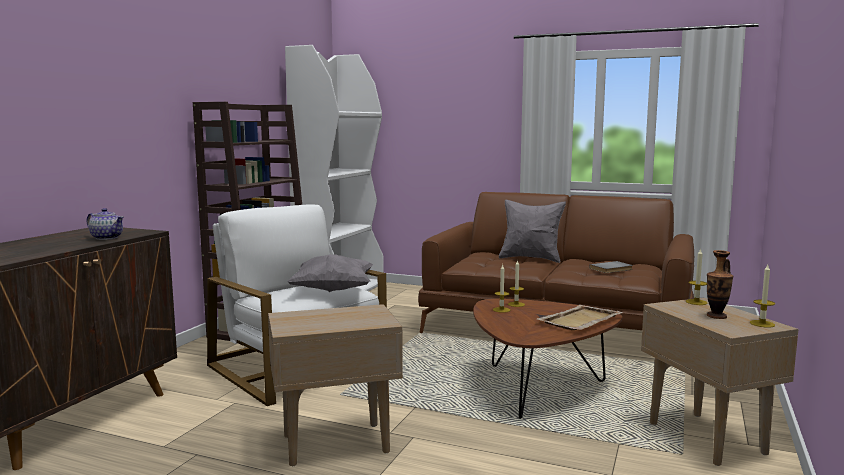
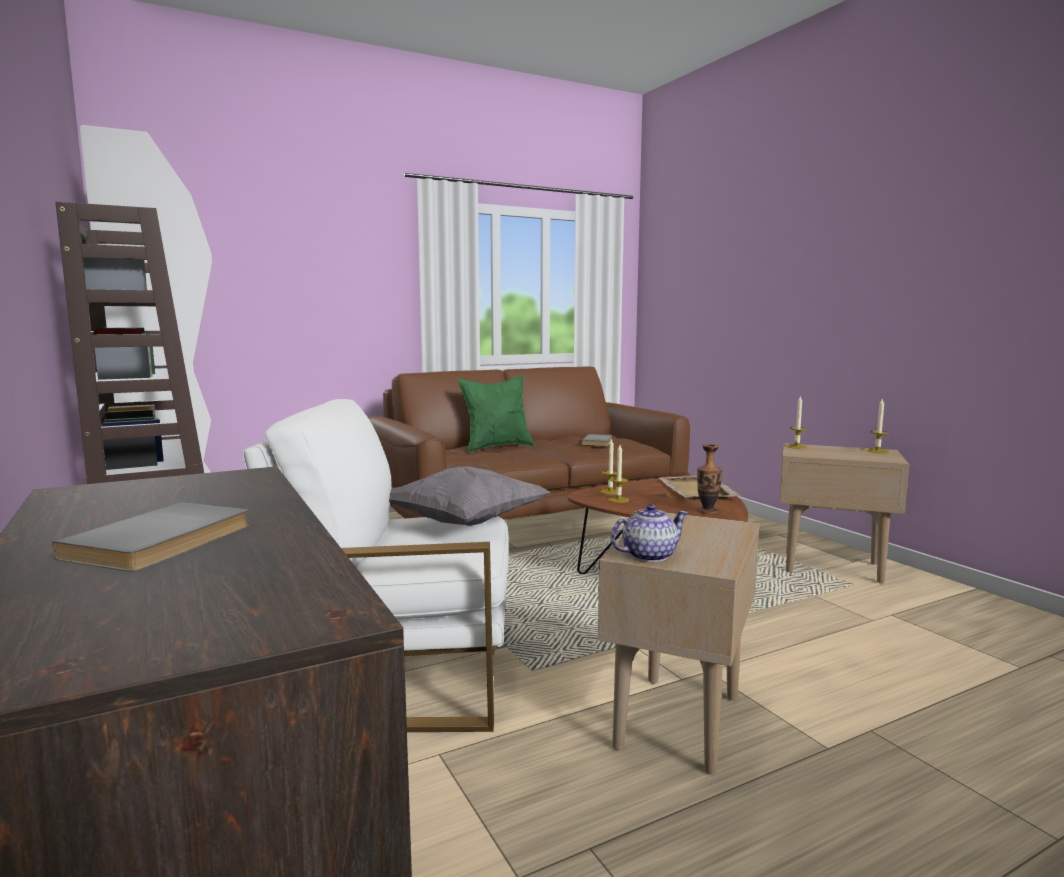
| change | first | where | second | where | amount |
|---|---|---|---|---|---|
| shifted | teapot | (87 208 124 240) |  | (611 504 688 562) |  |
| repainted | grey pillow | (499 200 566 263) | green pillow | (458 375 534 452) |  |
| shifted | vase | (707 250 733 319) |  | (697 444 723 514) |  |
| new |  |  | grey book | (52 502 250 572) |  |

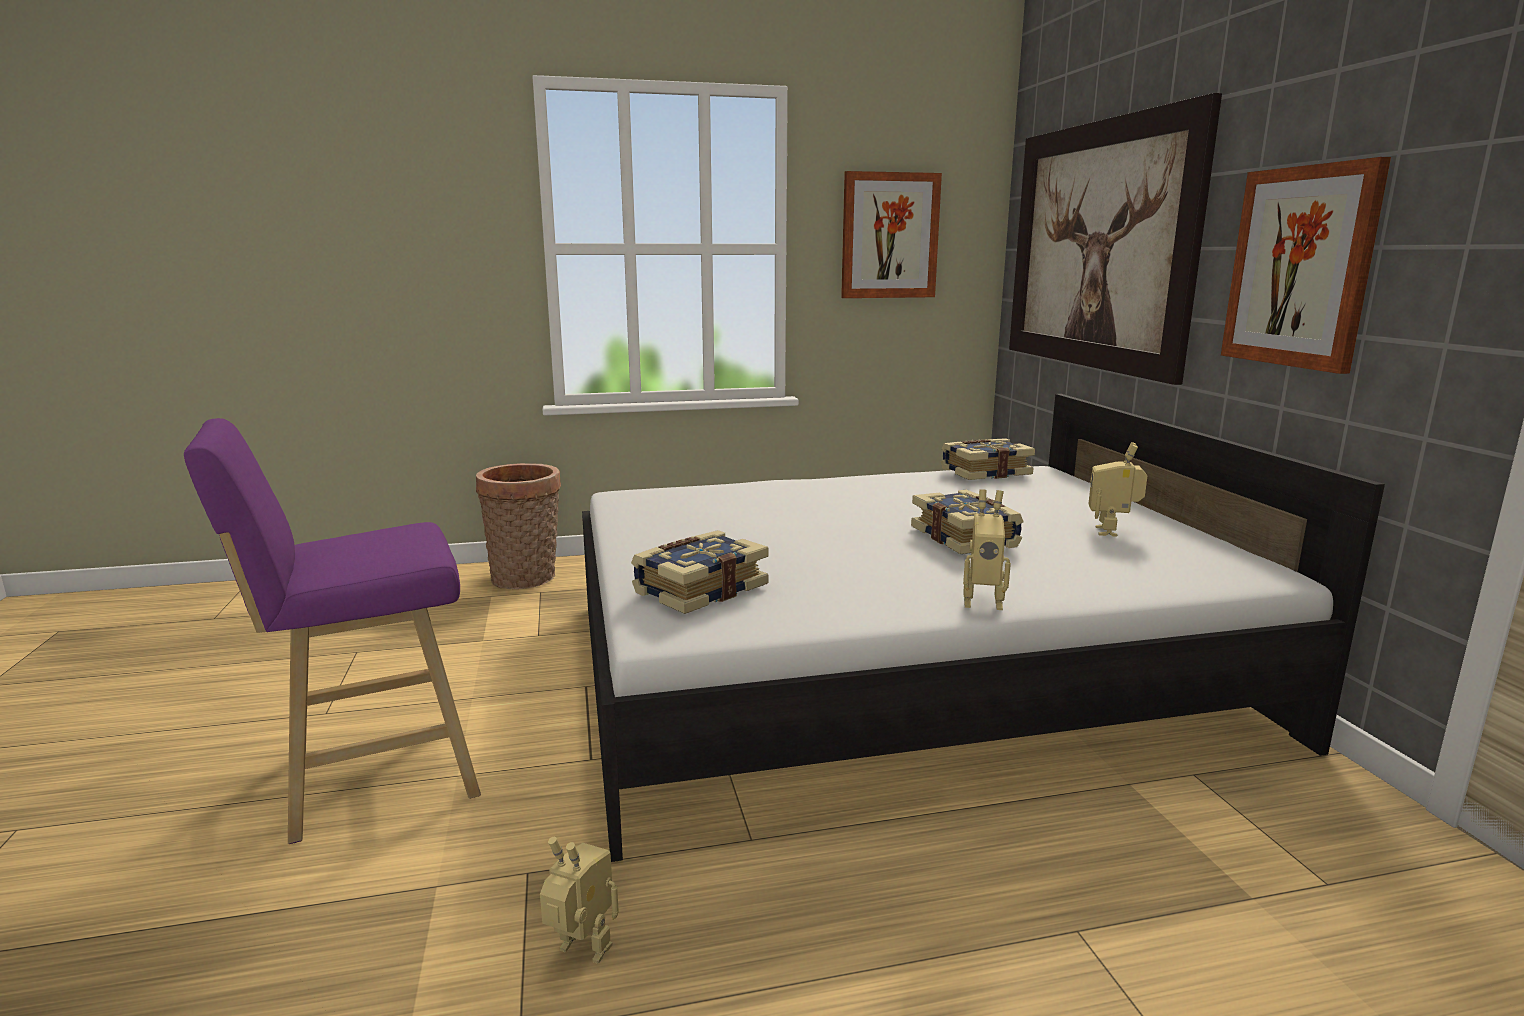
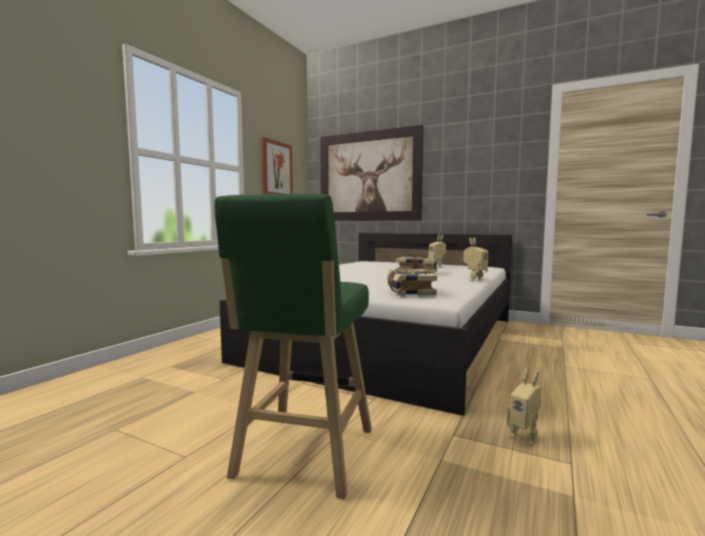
| change | first | where | second | where | amount |
|---|---|---|---|---|---|
| repainted | purple stool | (184 418 481 844) | green stool | (215 193 372 499) |  |
| gone | basket | (476 463 561 589) |  |  |  |
| rotated | toy robot | (540 837 619 964) |  | (506 368 542 446) | 105 degrees counterclockwise |
| gone | book | (941 438 1035 480) |  |  |  |
| gone | picture | (1221 157 1391 374) |  |  |  |

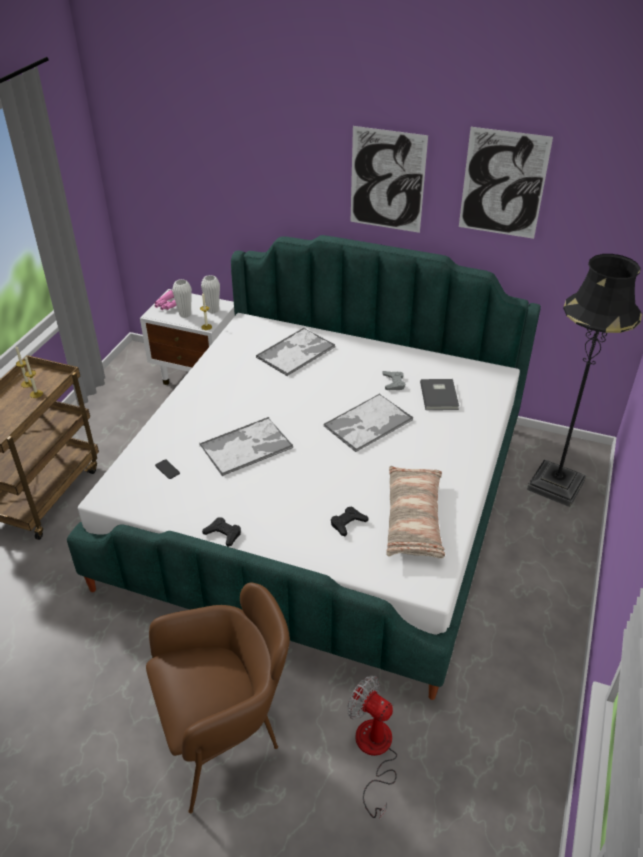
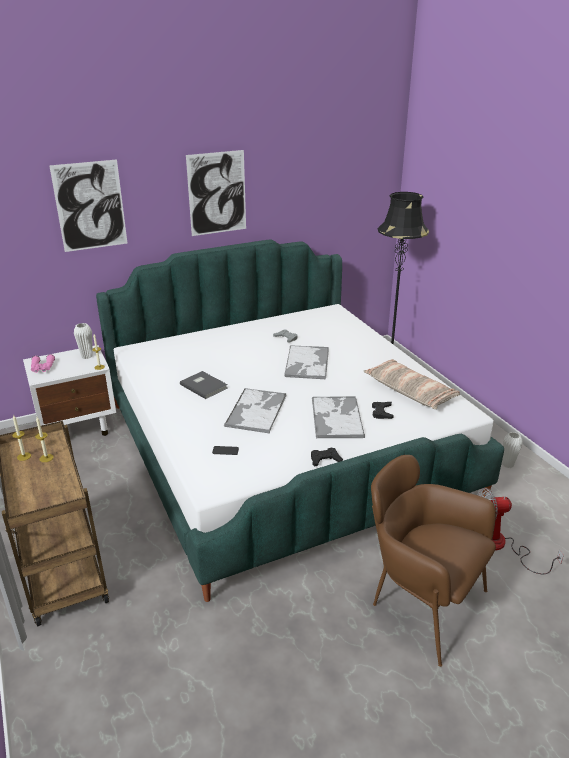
| change | first | where | second | where | amount |
|---|---|---|---|---|---|
| rotated | brown armchair | (146 583 290 813) |  | (371 455 496 667) | 75 degrees counterclockwise |
| shifted | white vase | (172 279 192 318) |  | (502 432 523 468) |  |
| shifted | tray | (256 328 335 377) |  | (312 396 365 438) |  |
| shifted | grey book | (420 379 459 410) |  | (180 371 228 399) |  |
| shifted | picture | (459 127 553 239) |  | (49 159 127 252) |  |

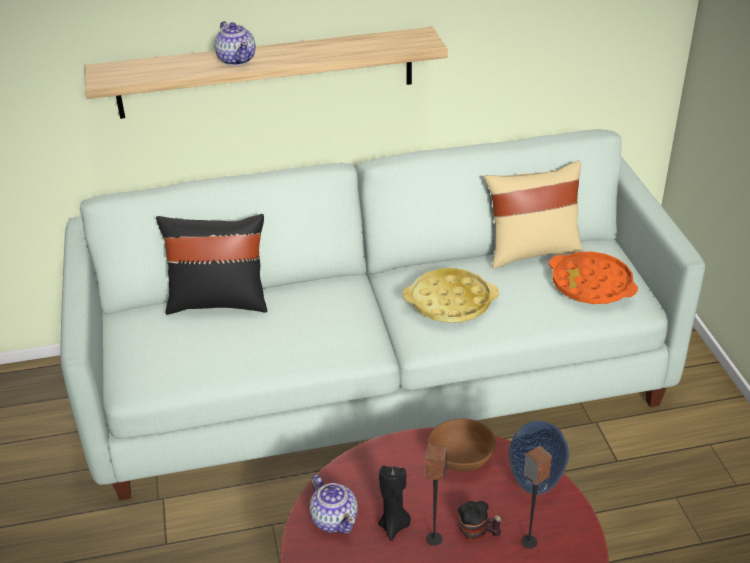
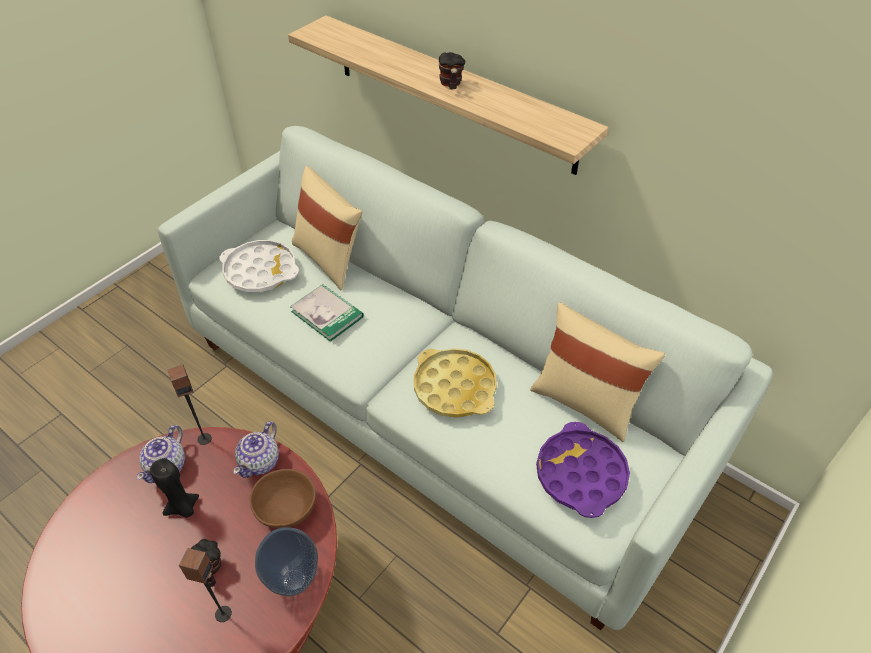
| change | first | where | second | where | amount |
|---|---|---|---|---|---|
| repainted | black pillow | (156 214 267 314) | beige pillow | (292 166 363 291) |  |
| shifted | teapot | (214 21 256 66) |  | (233 421 279 478) |  |
| shifted | speaker | (425 444 447 546) |  | (168 364 212 445) |  |
| repainted | orange tray | (549 251 638 304) | purple tray | (536 422 630 518) |  |
| new |  |  | white tray | (219 240 299 292) |  |
| new |  |  | book | (290 284 364 342) |  |
| new |  |  | mug | (439 52 466 89) |  |

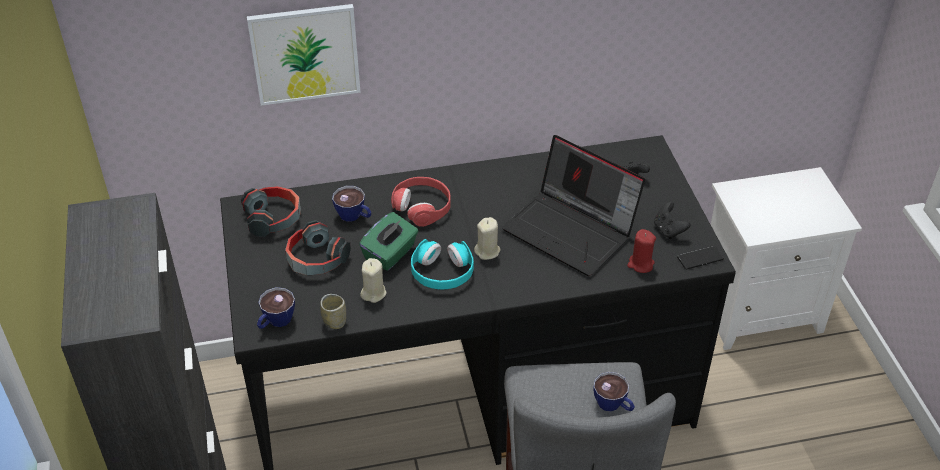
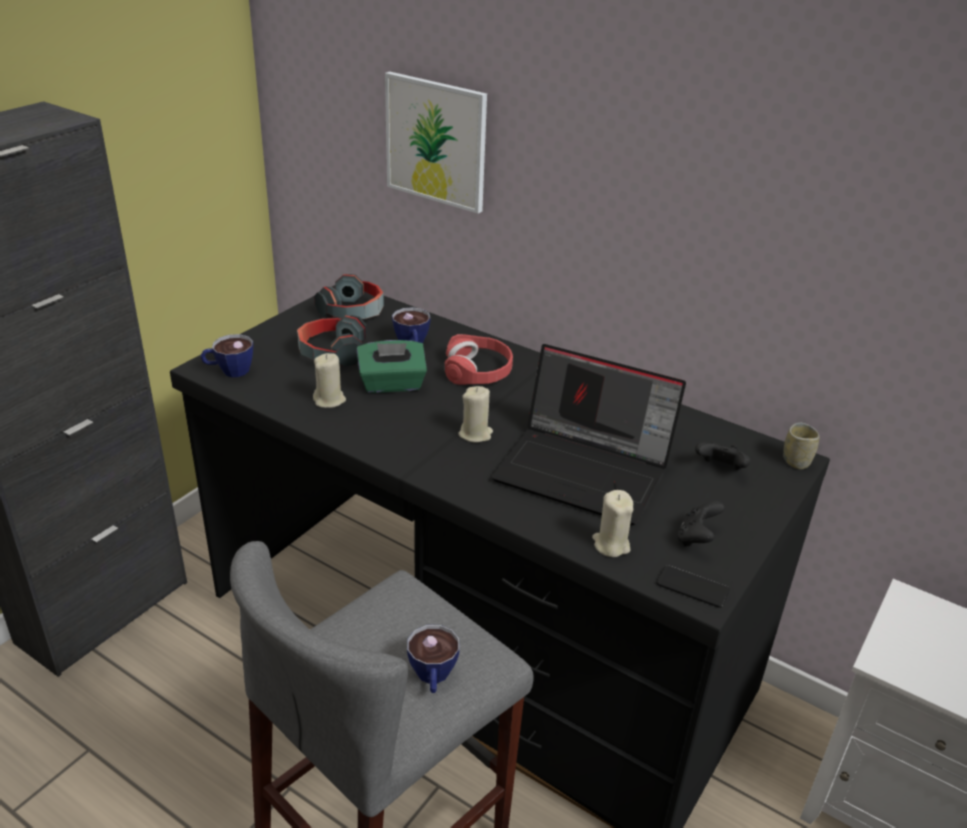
| change | first | where | second | where | amount |
|---|---|---|---|---|---|
| shifted | cup | (320 294 346 329) |  | (783 422 819 469) |  |
| gone | turquoise headphones | (411 239 474 290) |  |  |  |
| rotated | laptop | (502 135 645 276) |  | (492 344 686 525) | 60 degrees counterclockwise |
| repainted | red candle | (627 229 656 273) | beige candle | (592 490 633 557) |  |

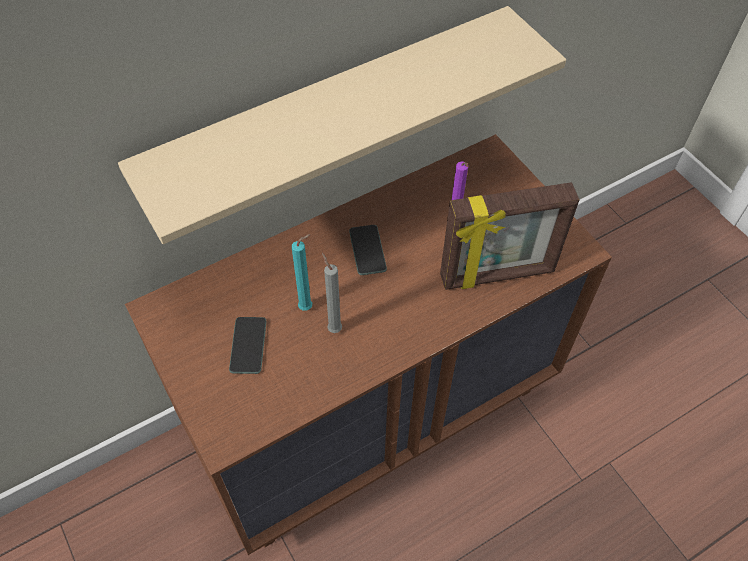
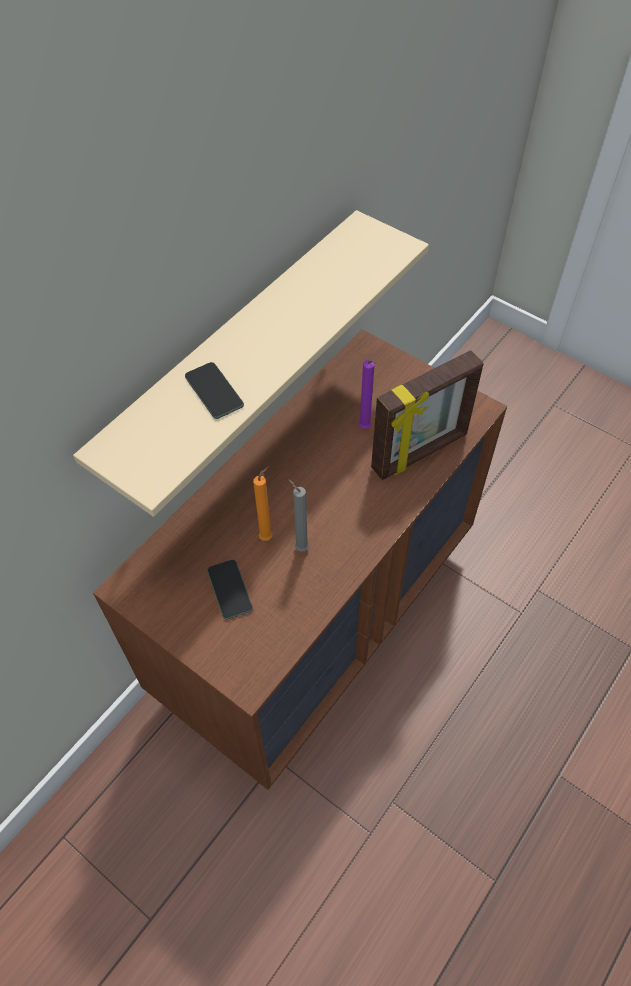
| change | first | where | second | where | amount |
|---|---|---|---|---|---|
| repainted | turquoise candle | (292 234 312 311) | orange candle | (253 466 273 541) |  |
| shifted | phone | (349 225 387 275) |  | (185 362 244 419) |  |

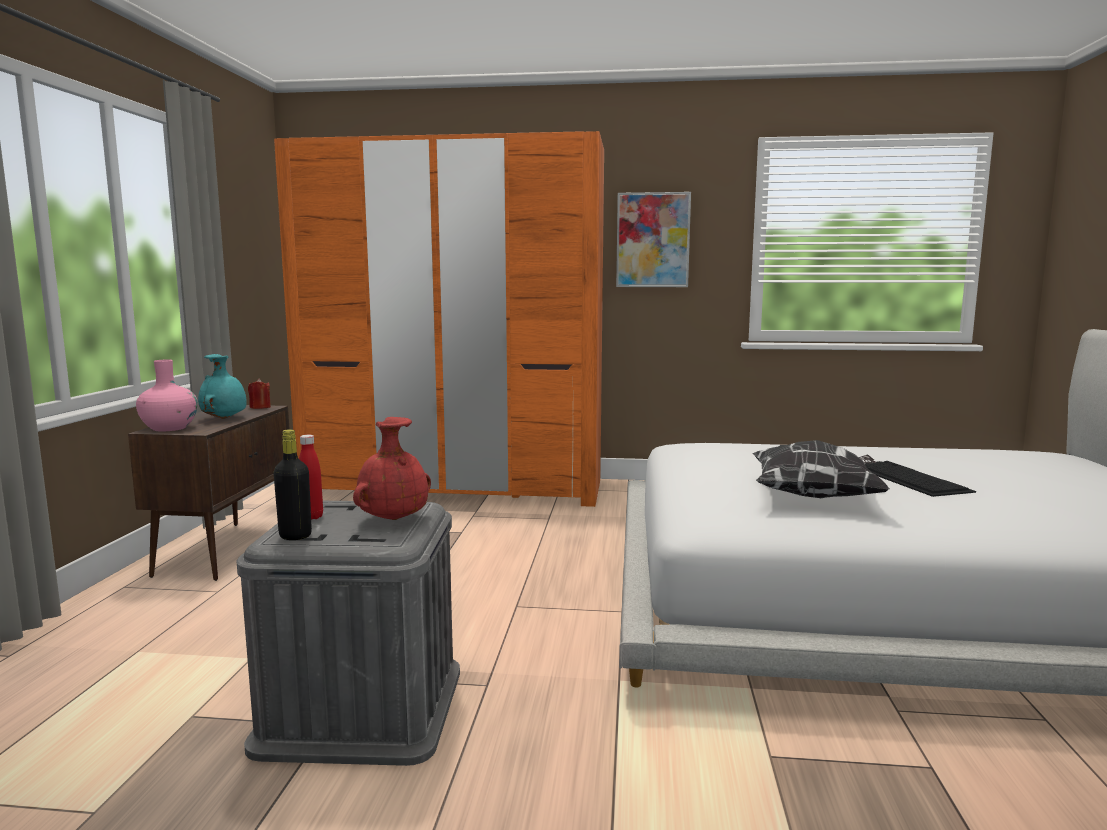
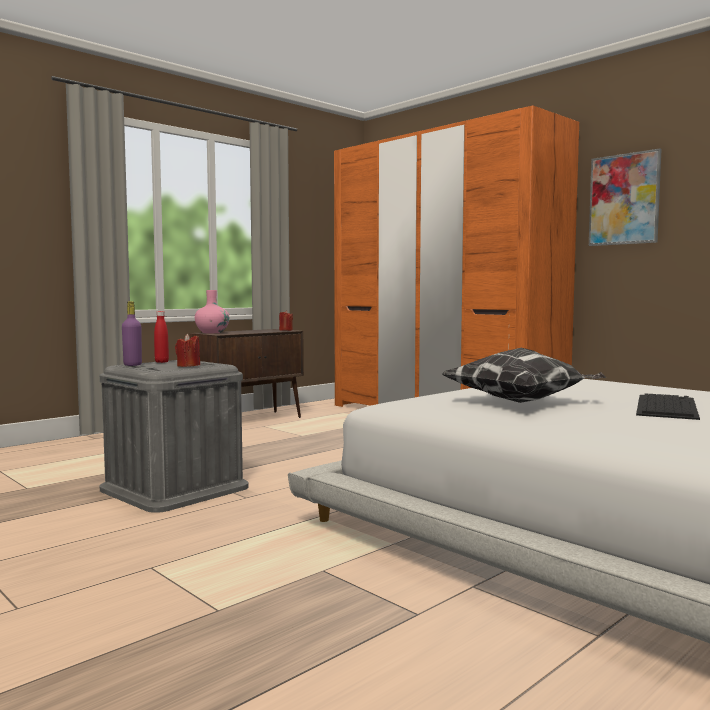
| change | first | where | second | where | amount |
|---|---|---|---|---|---|
| gone | turquoise vase | (198 354 247 419) |  |  |  |
| repainted | black bottle | (273 429 312 540) | purple bottle | (122 301 142 366) |  |
| swapped | red vase | (353 417 431 520) | red candle | (175 334 200 367) |  |

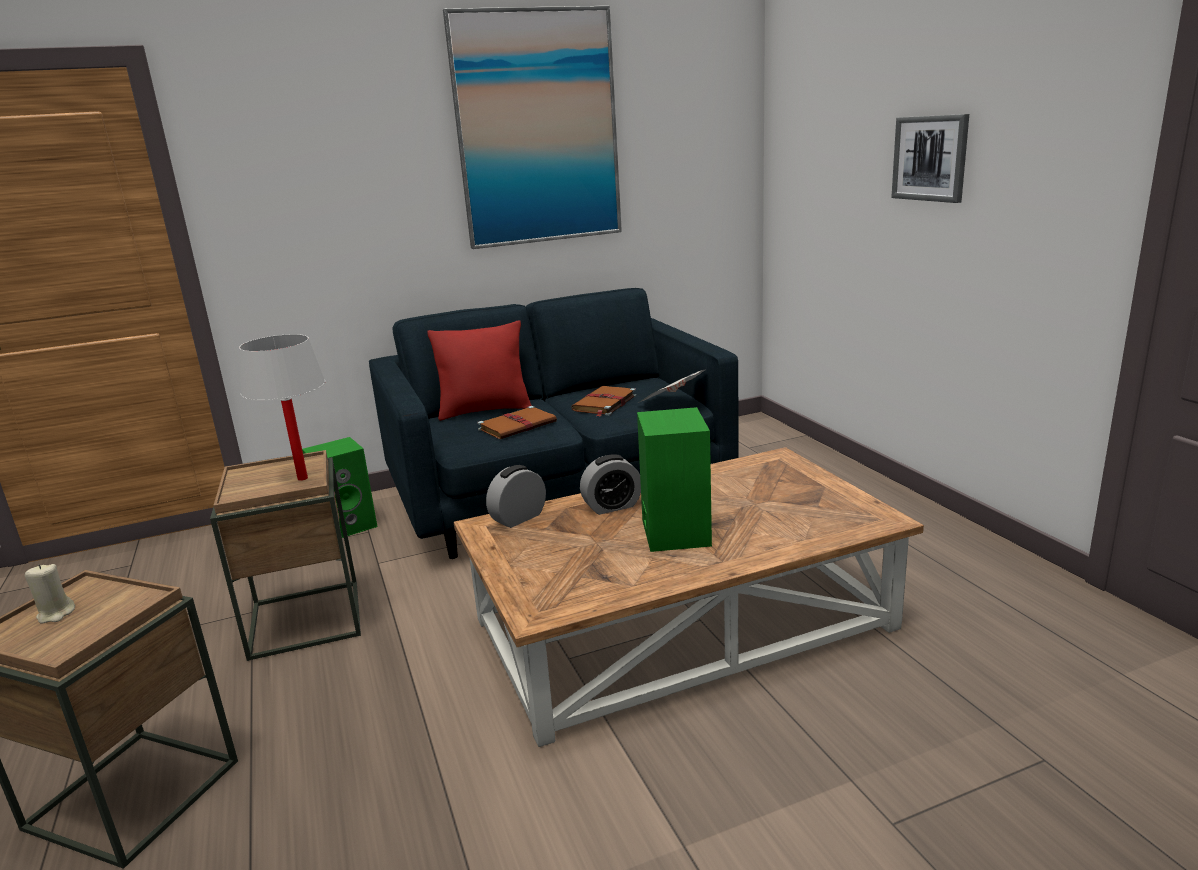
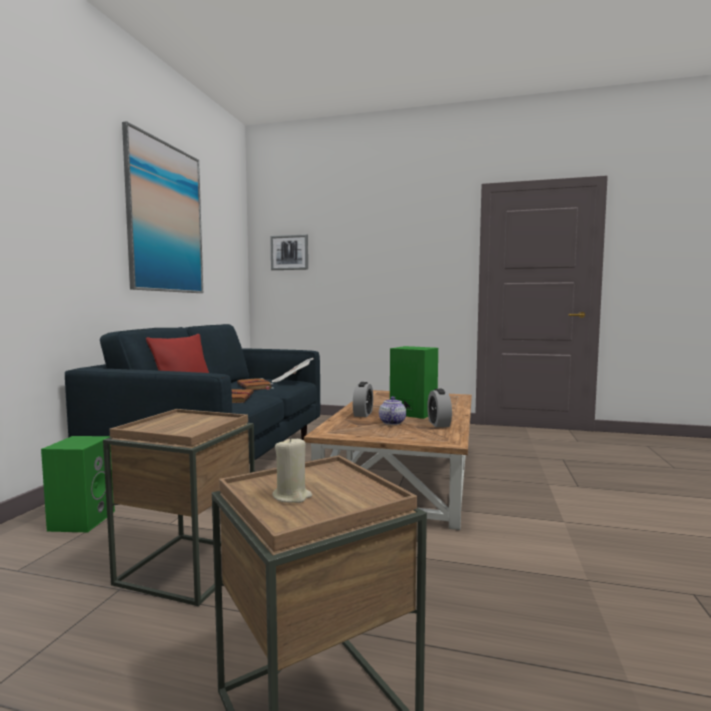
| change | first | where | second | where | amount |
|---|---|---|---|---|---|
| gone | white table lamp | (239 334 326 481) |  |  |  |
| shifted | alarm clock | (486 465 546 528) |  | (427 389 452 427) |  |
| shifted | picture | (891 114 969 203) |  | (270 234 308 270) |  |
| new |  |  | teapot | (379 396 406 425) |  |

